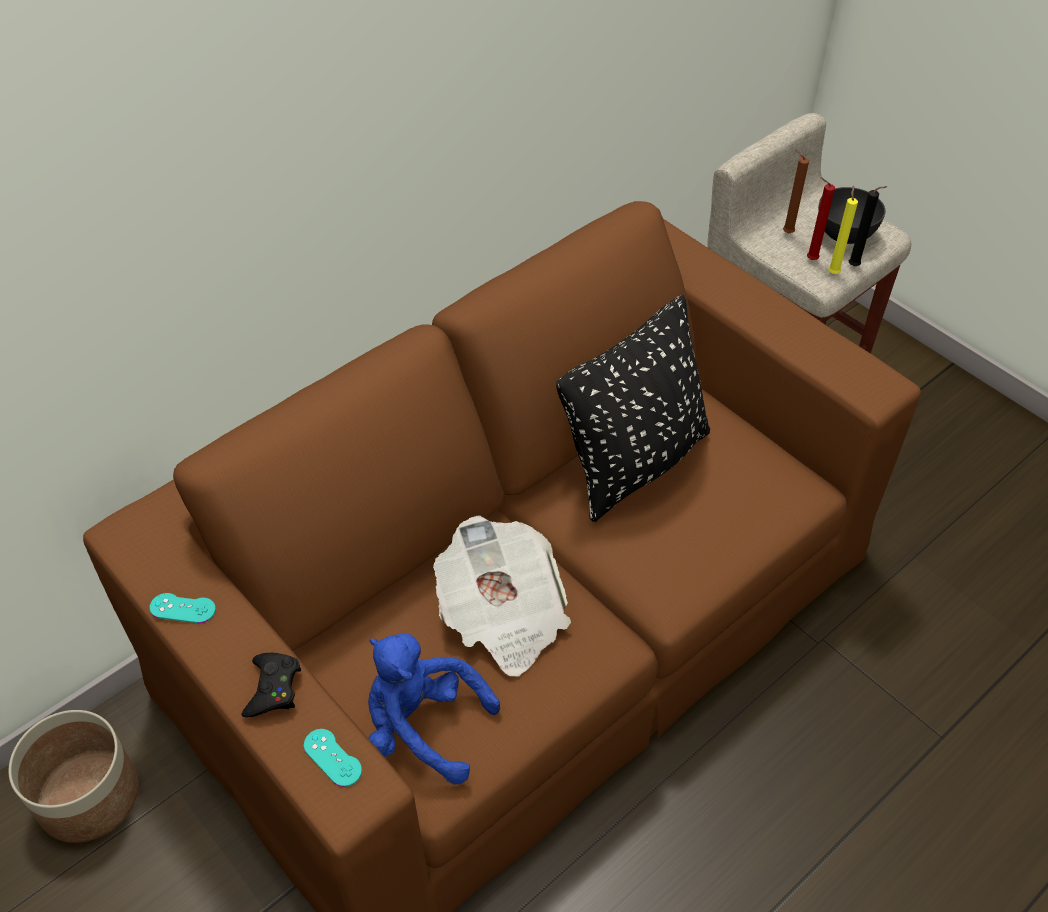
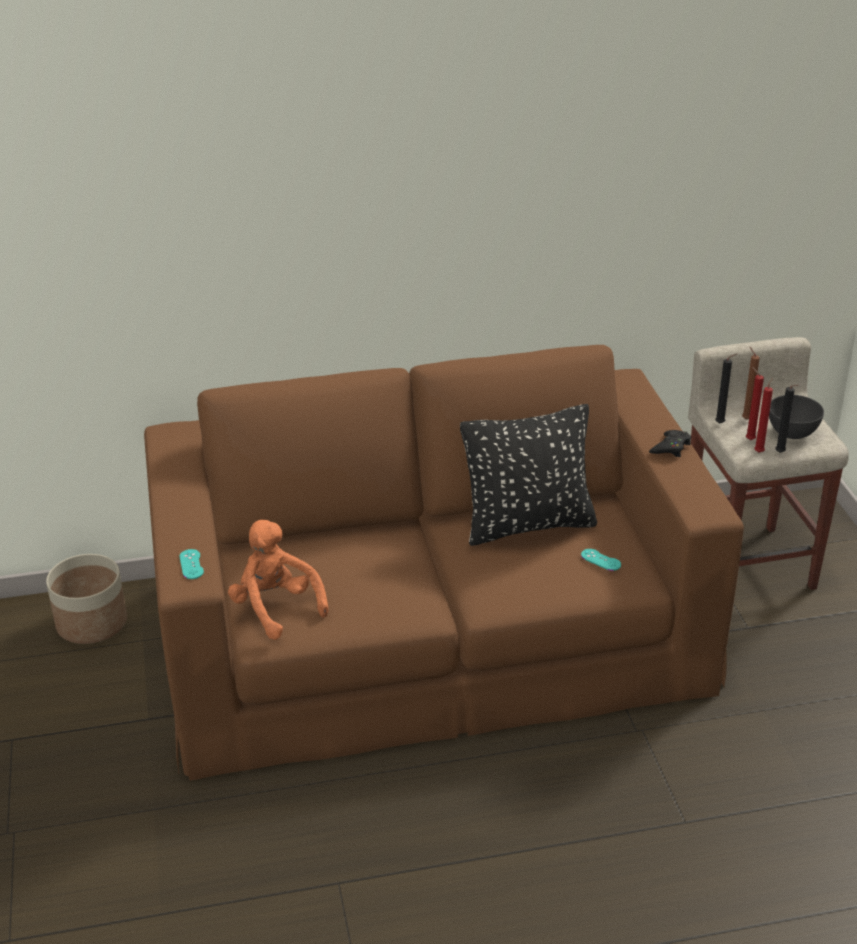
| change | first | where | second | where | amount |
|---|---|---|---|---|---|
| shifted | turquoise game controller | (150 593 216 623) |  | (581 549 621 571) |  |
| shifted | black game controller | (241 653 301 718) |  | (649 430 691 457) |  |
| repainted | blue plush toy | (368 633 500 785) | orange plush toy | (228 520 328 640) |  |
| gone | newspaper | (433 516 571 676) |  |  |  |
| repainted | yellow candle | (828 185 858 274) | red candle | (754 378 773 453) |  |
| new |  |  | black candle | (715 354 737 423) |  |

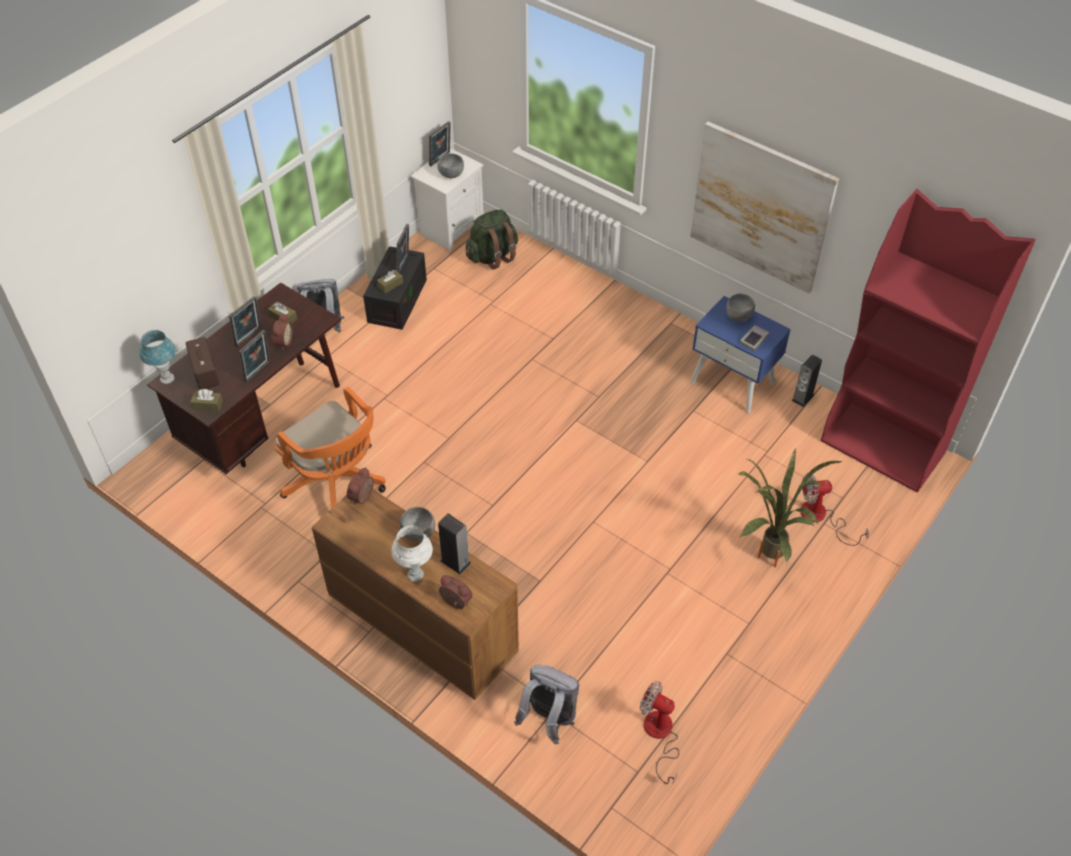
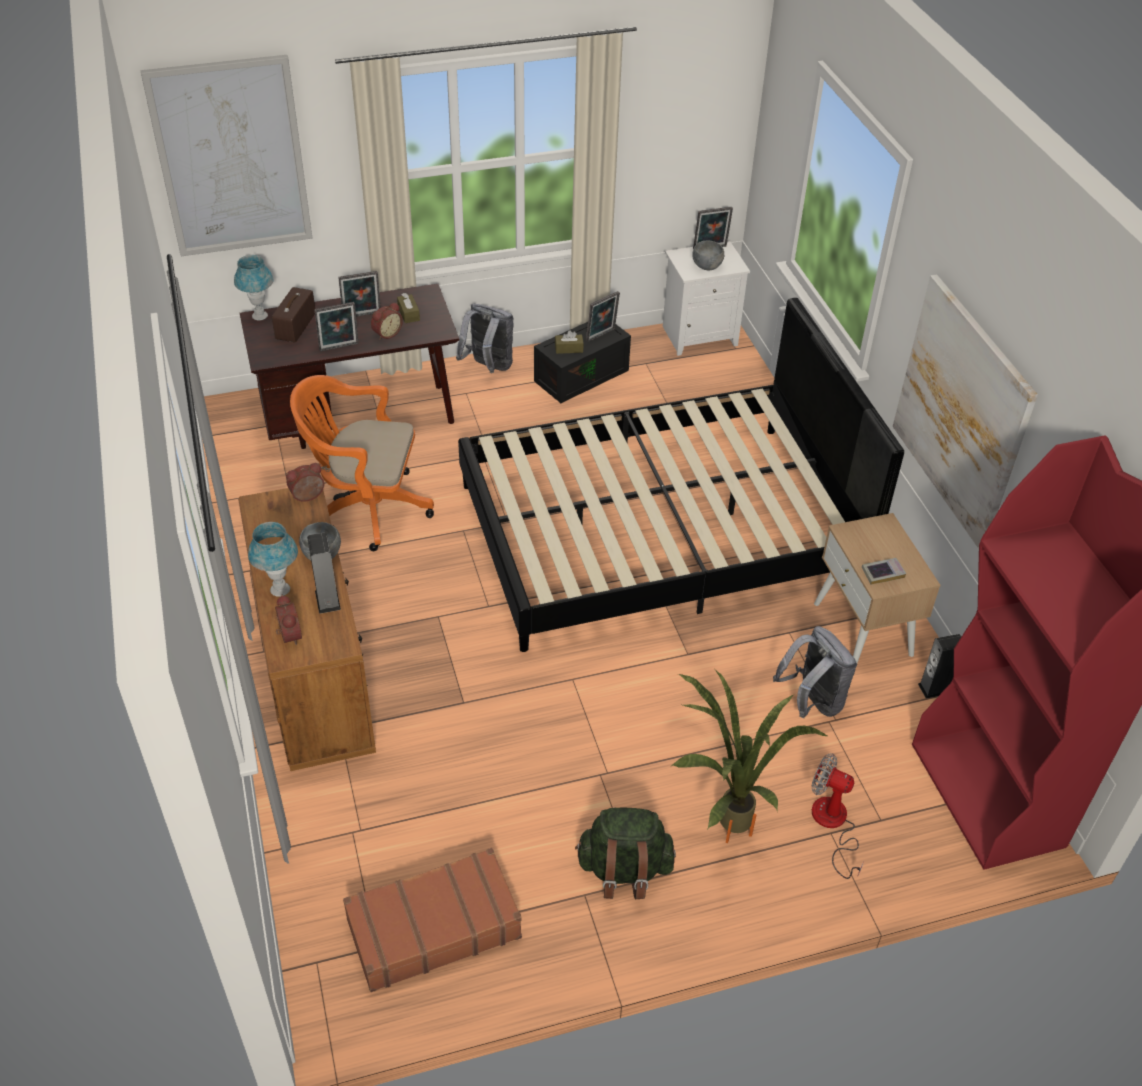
| change | first | where | second | where | amount |
|---|---|---|---|---|---|
| gone | brown tissue box | (190 389 223 412) |  |  |  |
| rotated | orange office chair | (274 387 386 508) |  | (290 375 434 551) | 105 degrees clockwise |
| repainted | white table lamp | (391 526 433 582) | blue table lamp | (248 522 298 597) |  |
| shifted | green backpack | (466 210 518 270) |  | (575 807 676 899) |  |
| shifted | grey backpack | (514 665 579 744) |  | (773 626 857 718) |  |
| swapped | fan | (640 681 679 784) | brown suitcase | (343 848 522 992) |  |
| repainted | blue nightstand | (690 296 791 414) | beige nightstand | (814 513 941 663) |  |
| gone | grey bowl | (726 293 755 322) |  |  |  |
| new |  |  | picture | (141 55 312 256) |  |
| new |  |  | black bed | (458 298 904 652) |  |

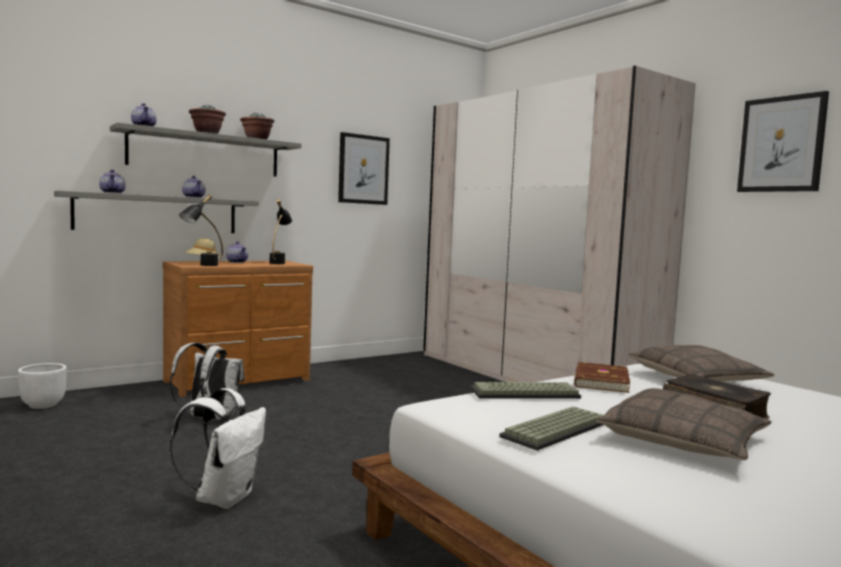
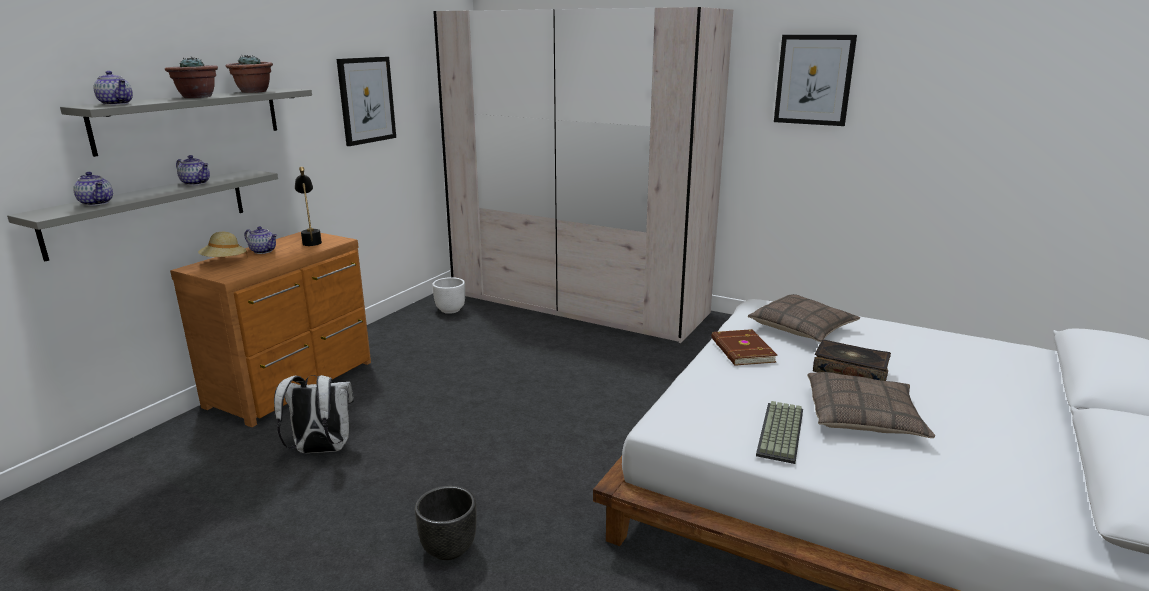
| change | first | where | second | where | amount |
|---|---|---|---|---|---|
| shifted | white planter | (18 363 67 409) |  | (432 277 465 314) |  |
| swapped | white backpack | (170 388 266 509) | black planter | (415 486 477 560) |  |
| gone | black table lamp | (179 195 223 266) |  |  |  |
| gone | keyboard | (471 382 581 399) |  |  |  |

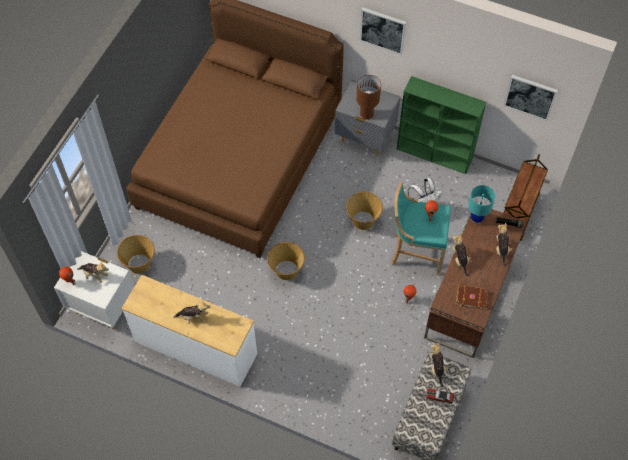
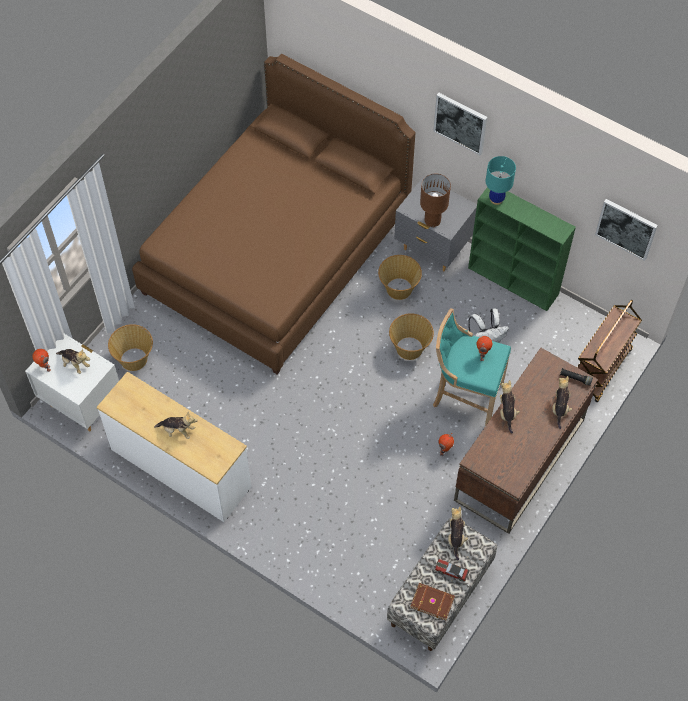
| change | first | where | second | where | amount |
|---|---|---|---|---|---|
| shifted | basket | (267 242 305 280) |  | (378 255 422 300) |  |
| shifted | brown book | (456 285 489 310) |  | (410 583 455 621) |  |
| shifted | turquoise table lamp | (468 185 495 224) |  | (486 156 516 205) |  |

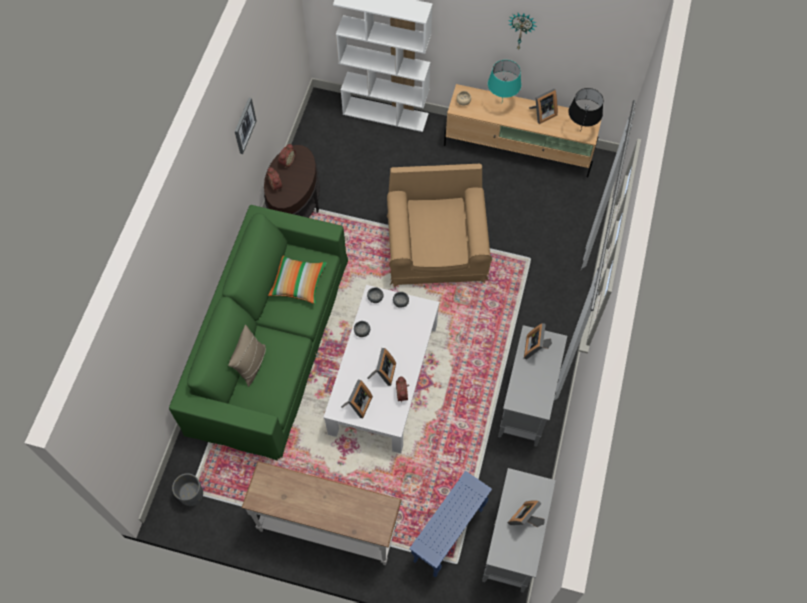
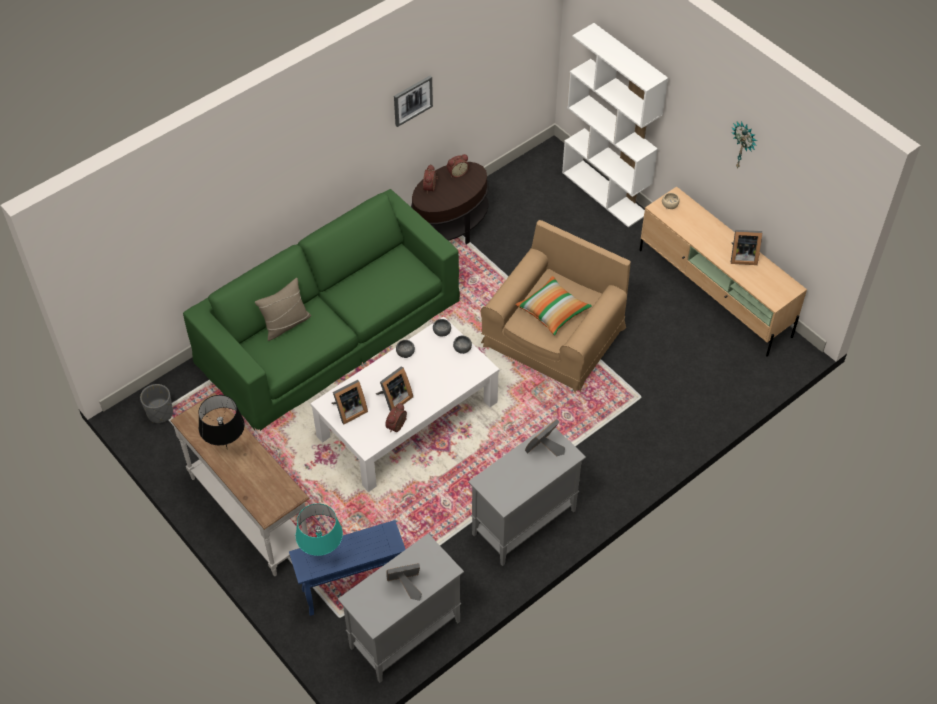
| change | first | where | second | where | amount |
|---|---|---|---|---|---|
| shifted | pillow | (268 256 327 304) |  | (515 276 592 335) |  |
| shifted | turquoise table lamp | (488 60 521 100) |  | (296 503 343 556) |  |
| shifted | black table lamp | (568 88 603 132) |  | (199 395 245 447) |  |

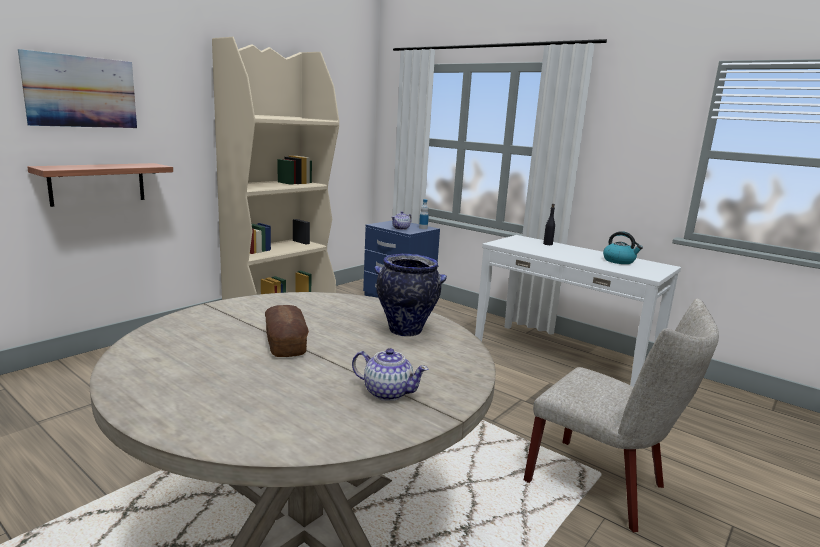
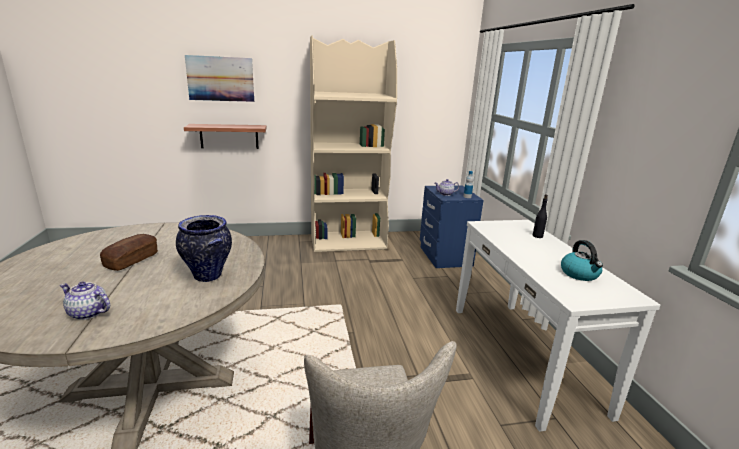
| change | first | where | second | where | amount |
|---|---|---|---|---|---|
| rotated | teapot | (352 348 428 401) |  | (60 281 110 320) | 135 degrees clockwise |

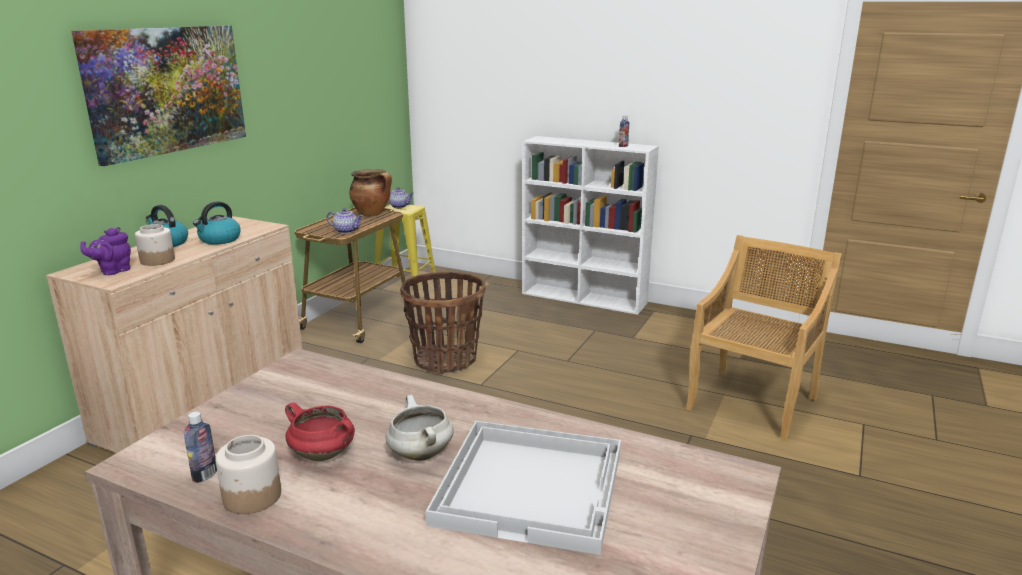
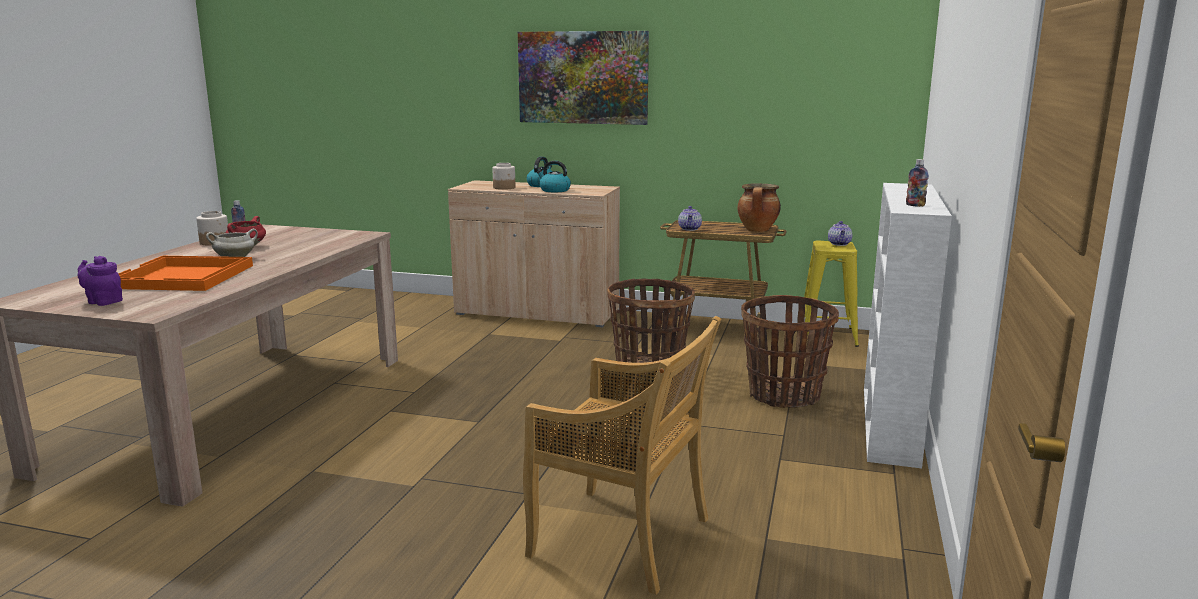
| change | first | where | second | where | amount |
|---|---|---|---|---|---|
| shifted | purple teapot | (81 227 131 275) |  | (78 256 123 306) |  |
| repainted | white tray | (426 421 621 555) | orange tray | (118 256 253 291) |  |
| new |  |  | basket | (741 295 839 408) |  |

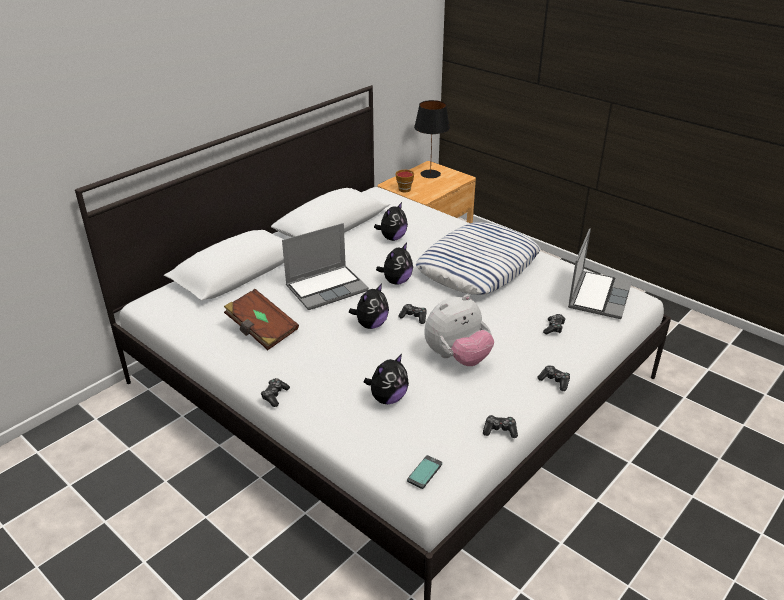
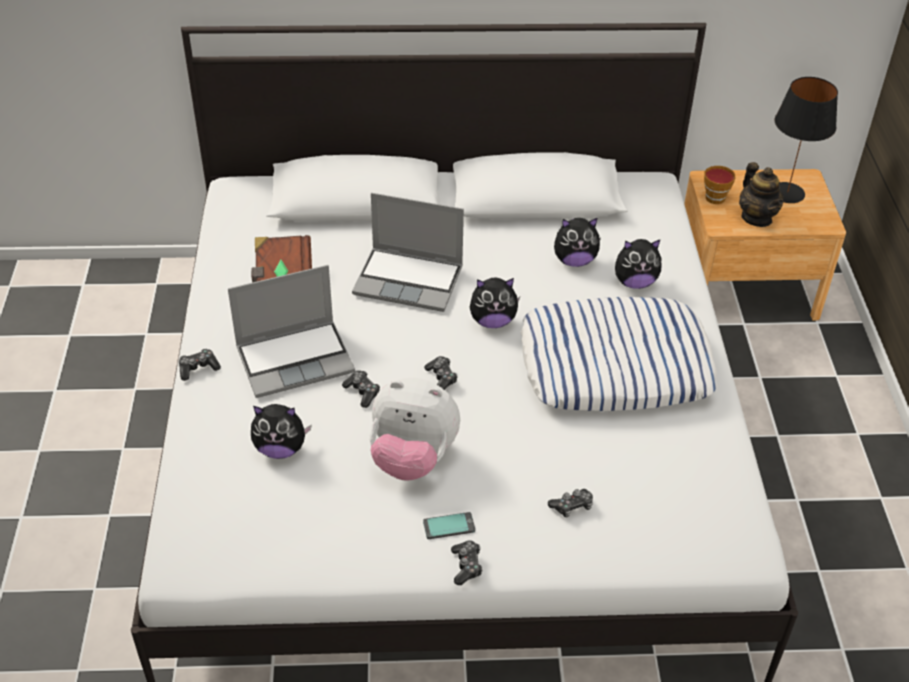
| change | first | where | second | where | amount |
|---|---|---|---|---|---|
| shifted | plush toy | (349 283 389 329) |  | (615 239 662 289) |  |
| shifted | phone | (407 455 442 489) |  | (423 512 475 539) |  |
| shifted | game controller | (483 415 518 438) |  | (342 370 380 408) |  |
| shifted | laptop | (568 228 632 319) |  | (228 265 355 398) |  |
| new |  |  | teapot | (739 162 784 227) |  |

